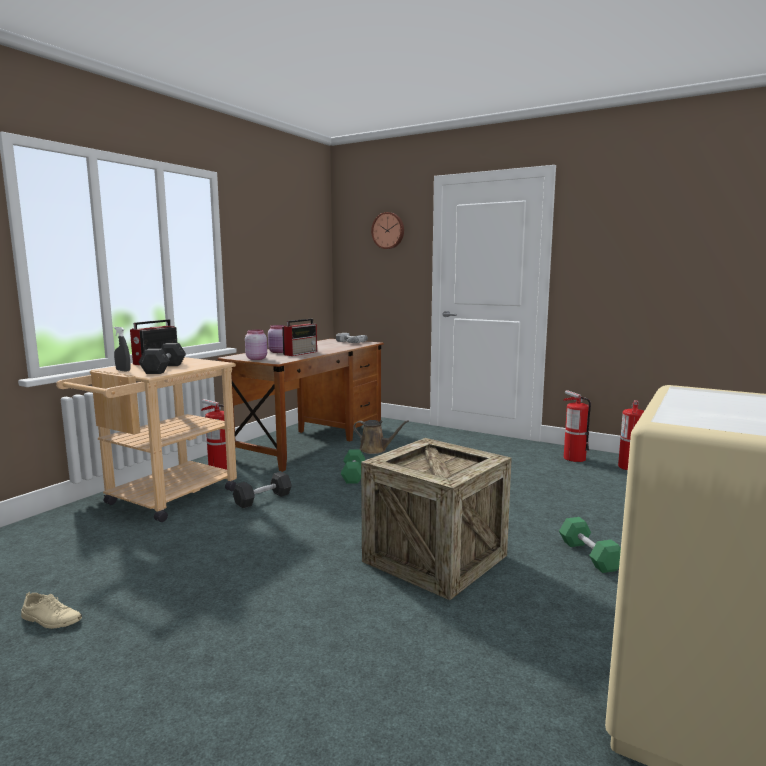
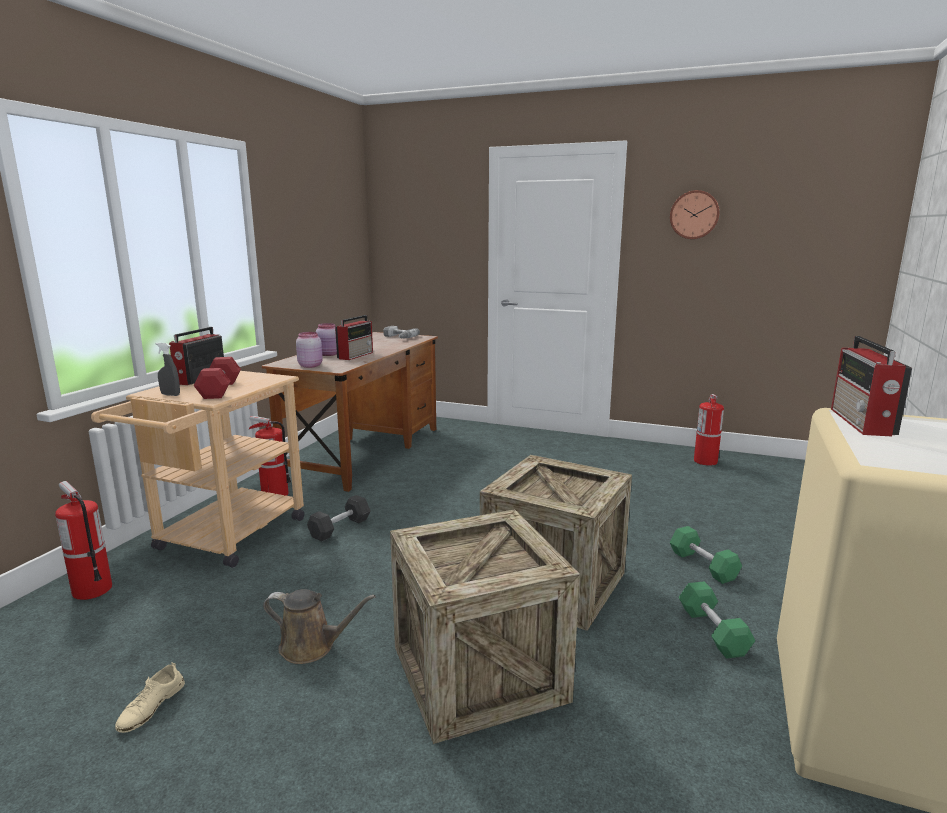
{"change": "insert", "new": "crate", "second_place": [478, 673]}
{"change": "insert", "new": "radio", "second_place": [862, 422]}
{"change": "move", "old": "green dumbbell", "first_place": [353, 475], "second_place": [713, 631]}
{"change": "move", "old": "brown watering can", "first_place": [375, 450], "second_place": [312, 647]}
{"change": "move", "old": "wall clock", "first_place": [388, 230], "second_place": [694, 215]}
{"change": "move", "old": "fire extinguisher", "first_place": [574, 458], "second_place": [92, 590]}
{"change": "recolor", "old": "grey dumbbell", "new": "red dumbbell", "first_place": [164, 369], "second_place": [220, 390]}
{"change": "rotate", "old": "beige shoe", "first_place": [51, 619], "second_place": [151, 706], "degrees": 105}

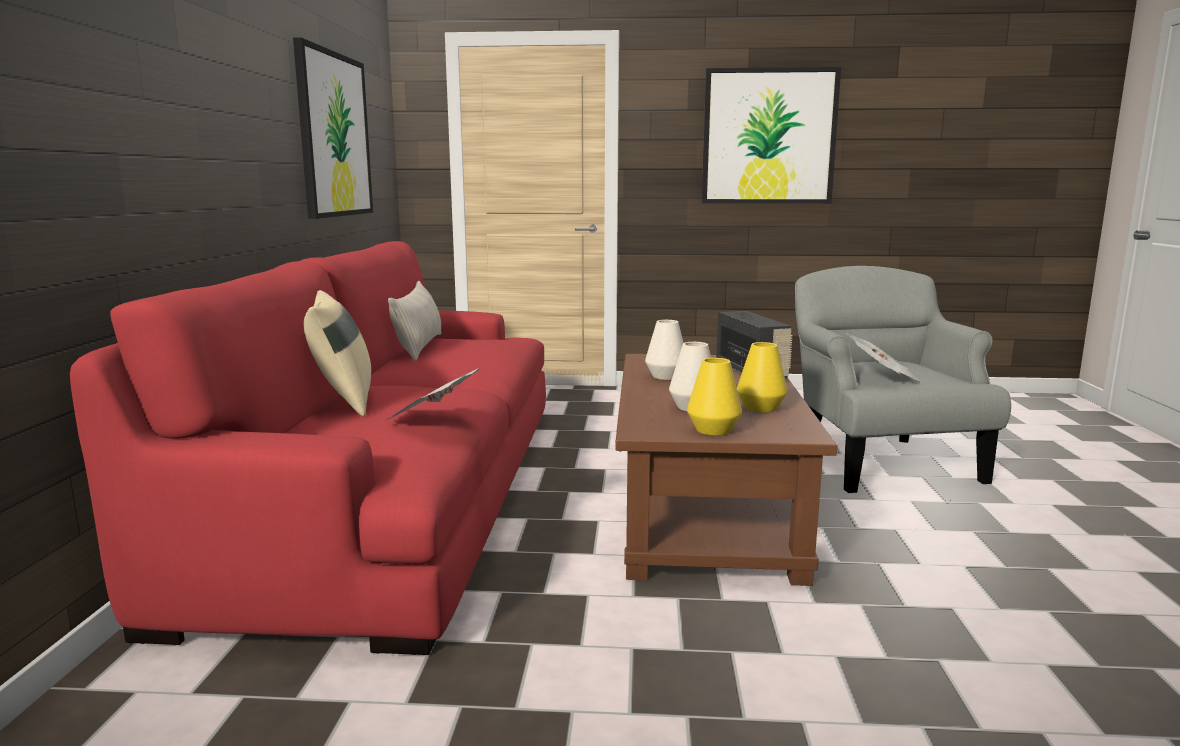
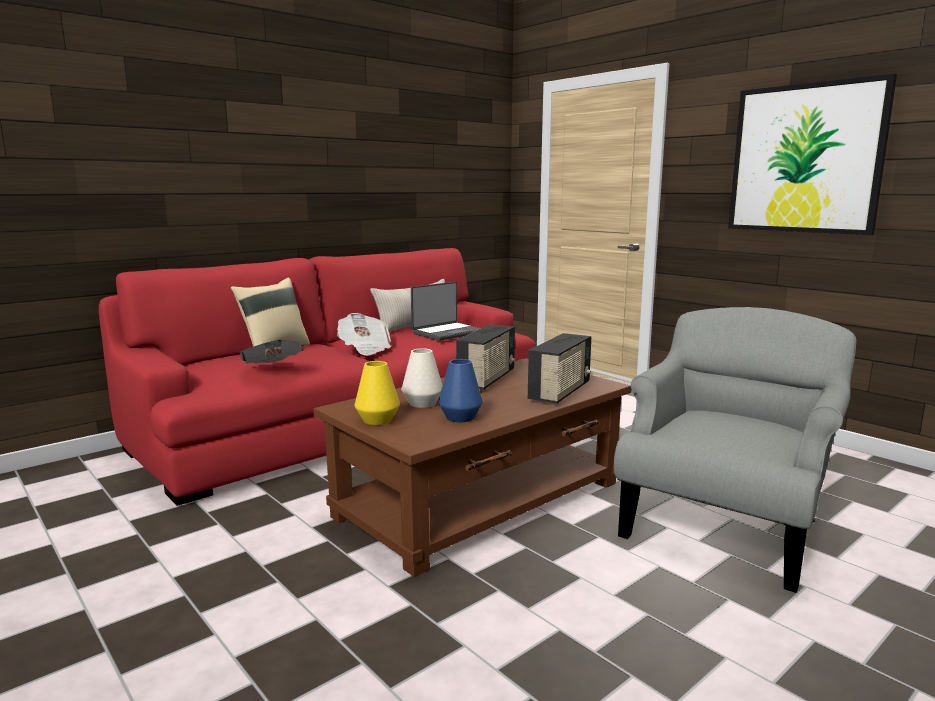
{"change": "delete", "old": "picture", "first_place": [334, 135]}
{"change": "insert", "new": "laptop", "second_place": [447, 332]}
{"change": "move", "old": "newspaper", "first_place": [882, 377], "second_place": [364, 349]}
{"change": "replace", "old": "white vase", "new": "radio", "first_place": [665, 376], "second_place": [487, 379]}
{"change": "recolor", "old": "yellow vase", "new": "blue vase", "first_place": [761, 408], "second_place": [460, 417]}

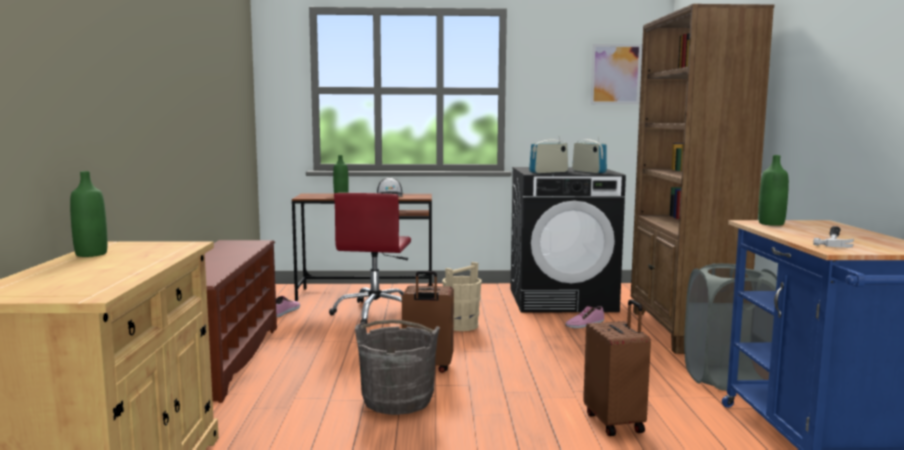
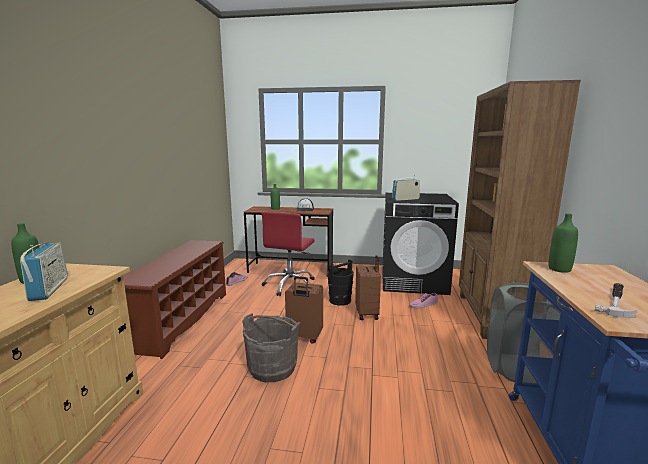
{"change": "delete", "old": "picture", "first_place": [615, 74]}
{"change": "move", "old": "radio", "first_place": [589, 171], "second_place": [49, 289]}
{"change": "move", "old": "brown suitcase", "first_place": [615, 422], "second_place": [367, 314]}
{"change": "recolor", "old": "beige bucket", "new": "black bucket", "first_place": [462, 326], "second_place": [340, 300]}

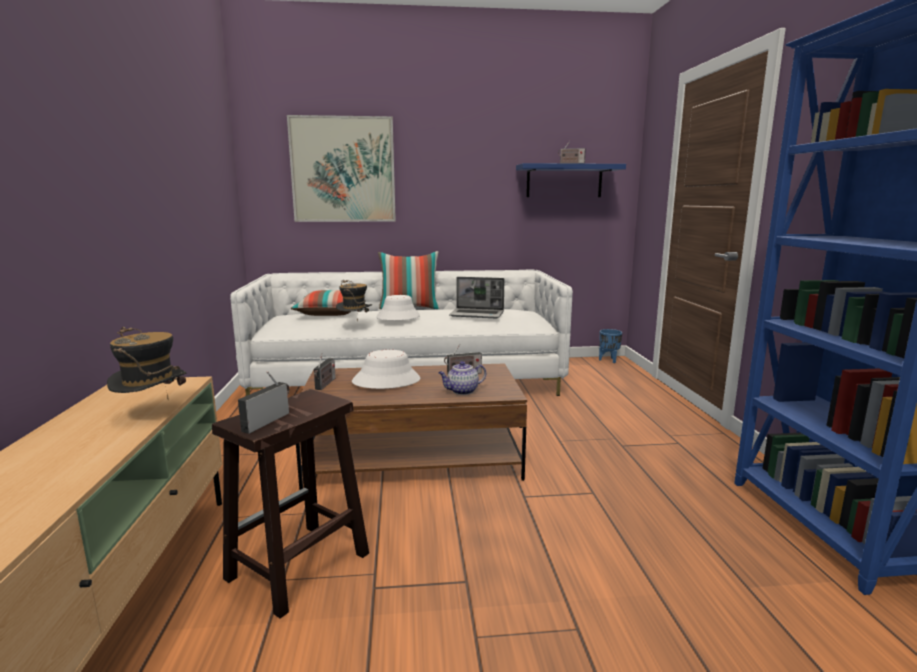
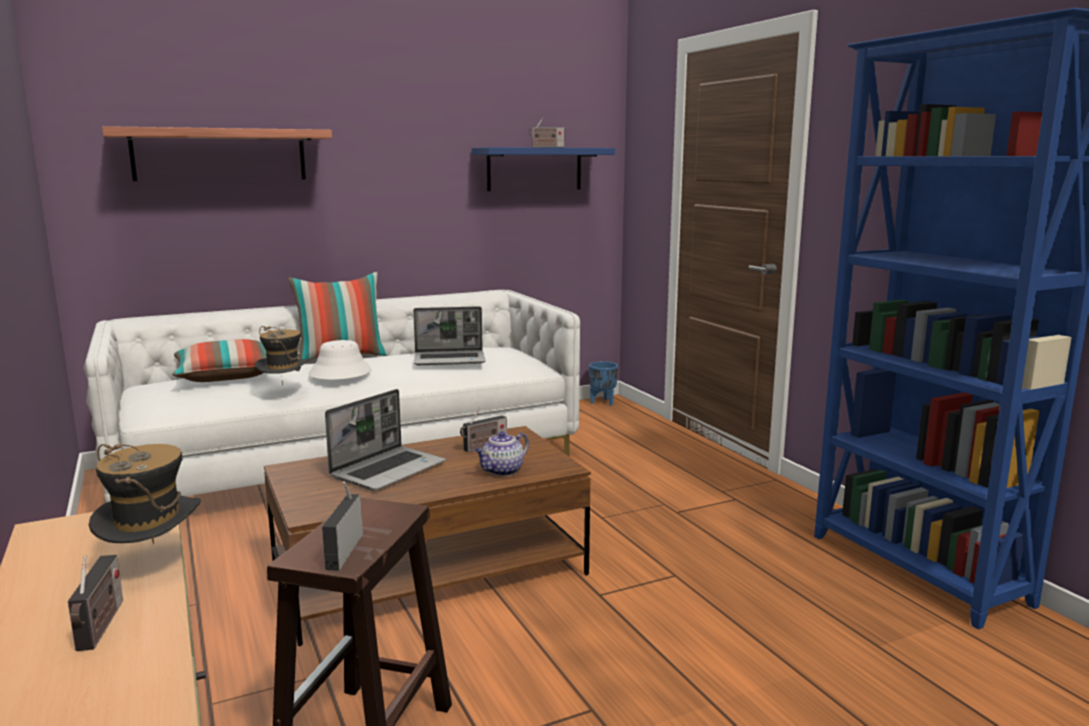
{"change": "move", "old": "radio", "first_place": [325, 384], "second_place": [100, 627]}
{"change": "replace", "old": "picture", "new": "shelf", "first_place": [343, 170], "second_place": [220, 155]}
{"change": "replace", "old": "white hat", "new": "laptop", "first_place": [386, 381], "second_place": [388, 470]}

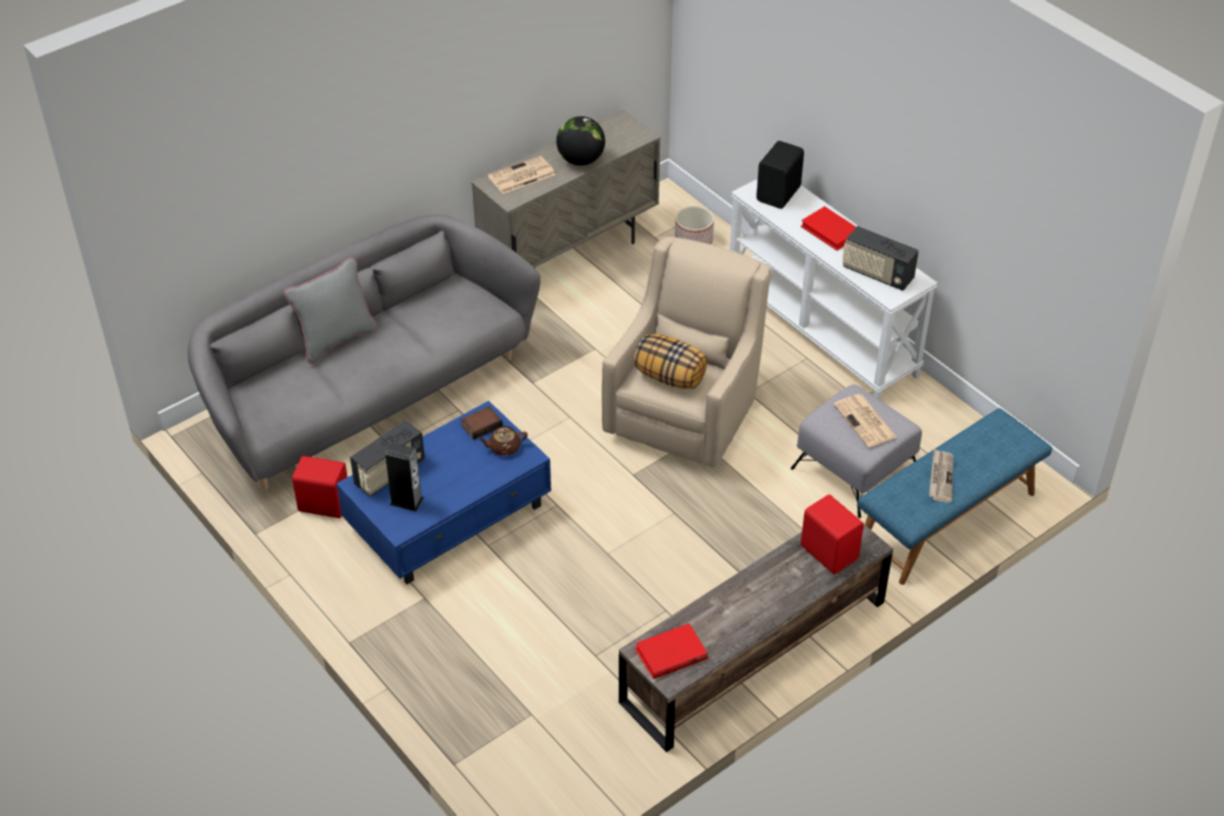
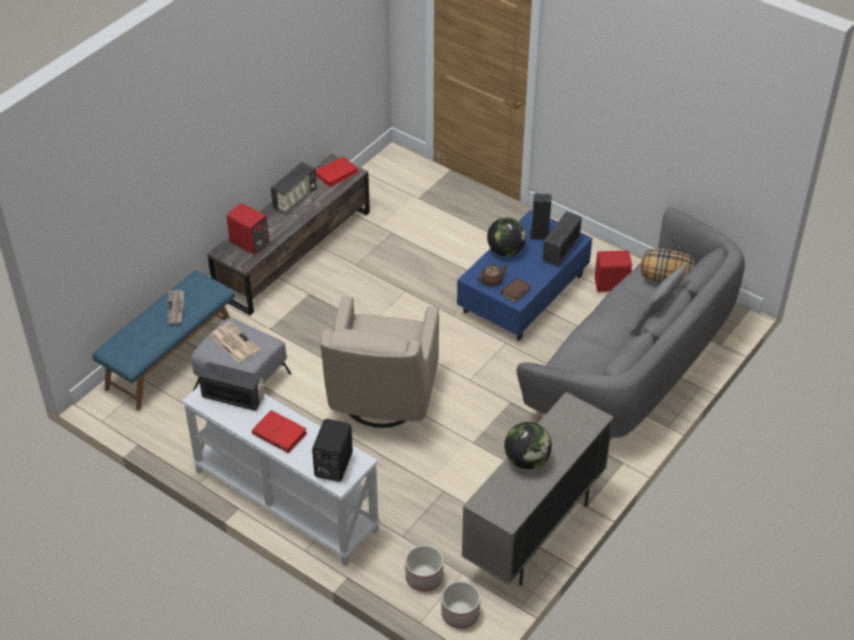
{"change": "delete", "old": "newspaper", "first_place": [521, 176]}
{"change": "insert", "new": "radio", "second_place": [295, 199]}
{"change": "insert", "new": "planter", "second_place": [459, 613]}
{"change": "insert", "new": "globe", "second_place": [505, 251]}
{"change": "move", "old": "pillow", "first_place": [670, 377], "second_place": [665, 279]}

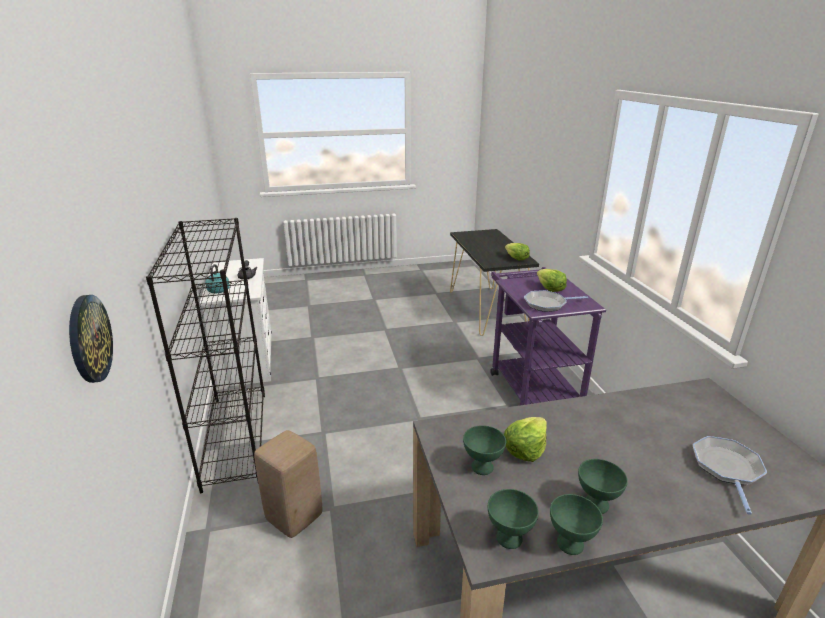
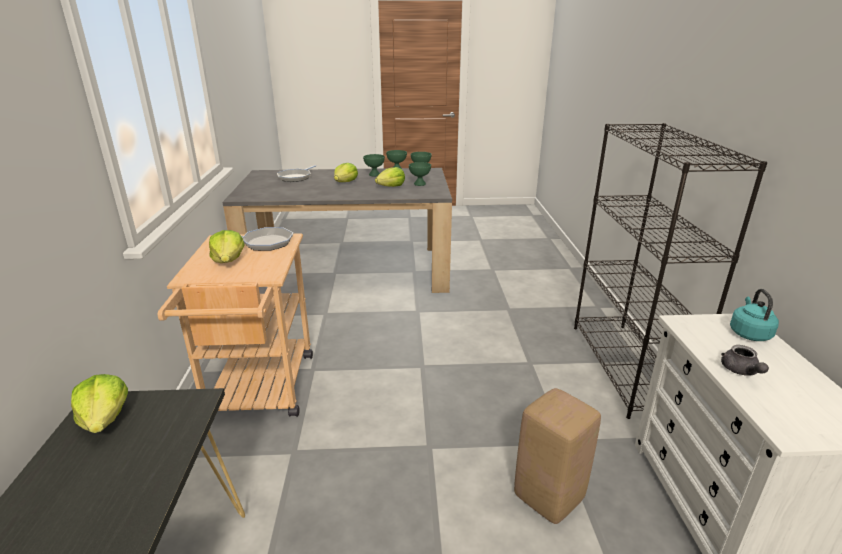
{"change": "delete", "old": "wall clock", "first_place": [89, 338]}
{"change": "insert", "new": "lettuce", "second_place": [345, 182]}
{"change": "move", "old": "beige stool", "first_place": [294, 518], "second_place": [548, 495]}
{"change": "recolor", "old": "purple cart", "new": "beige cart", "first_place": [531, 385], "second_place": [259, 393]}

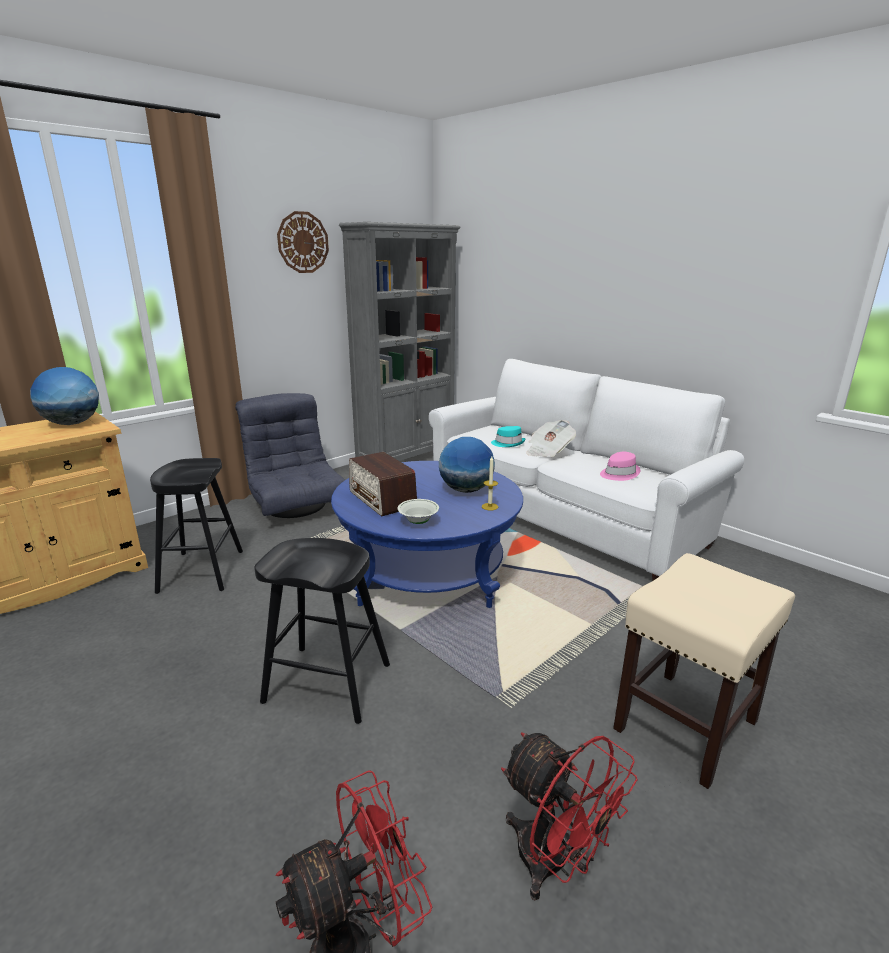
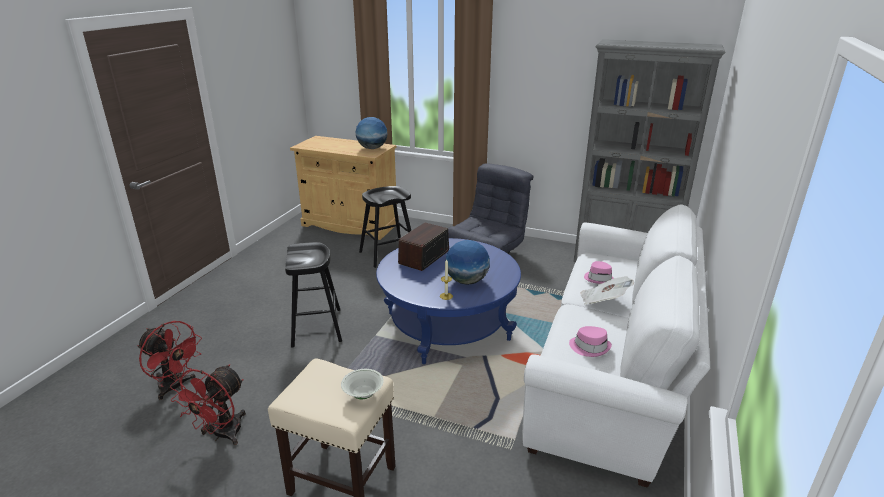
{"change": "delete", "old": "wall clock", "first_place": [303, 242]}
{"change": "move", "old": "white bowl", "first_place": [418, 522], "second_place": [363, 394]}
{"change": "recolor", "old": "turquoise hat", "new": "pink hat", "first_place": [508, 443], "second_place": [599, 278]}

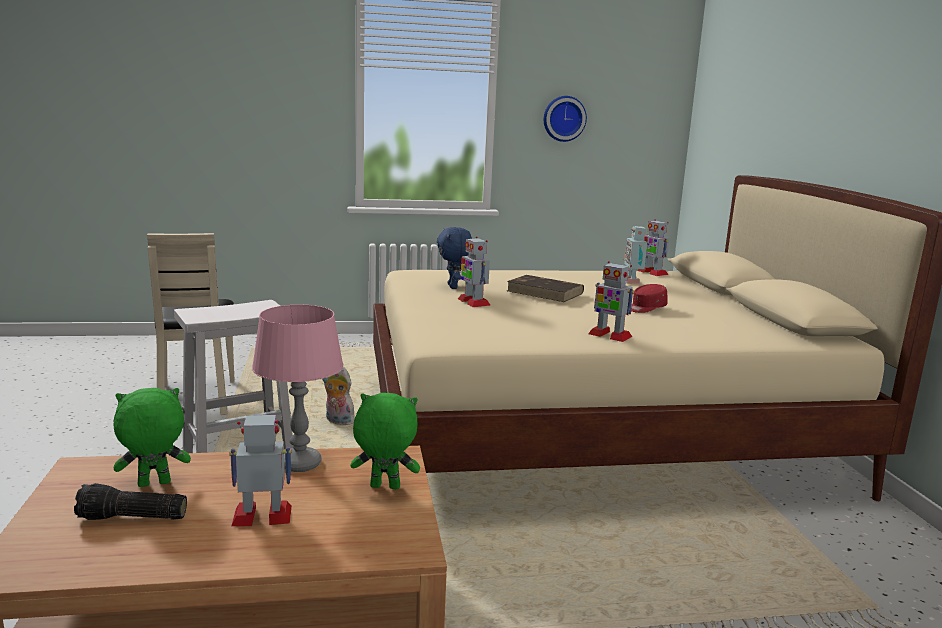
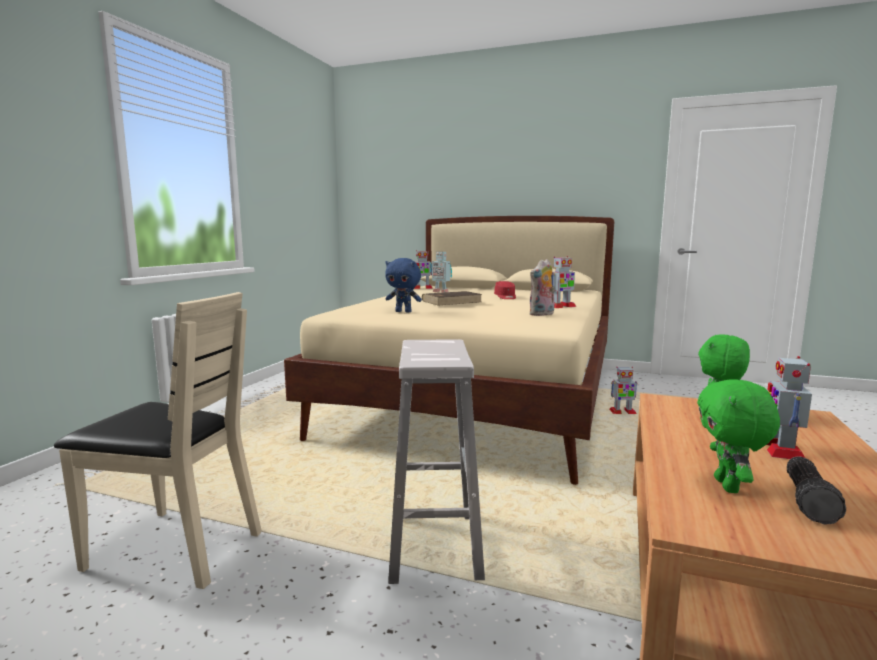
{"change": "delete", "old": "pink table lamp", "first_place": [299, 464]}
{"change": "delete", "old": "wall clock", "first_place": [563, 118]}
{"change": "move", "old": "plush toy", "first_place": [338, 422], "second_place": [542, 314]}
{"change": "move", "old": "toy robot", "first_place": [473, 302], "second_place": [622, 412]}

